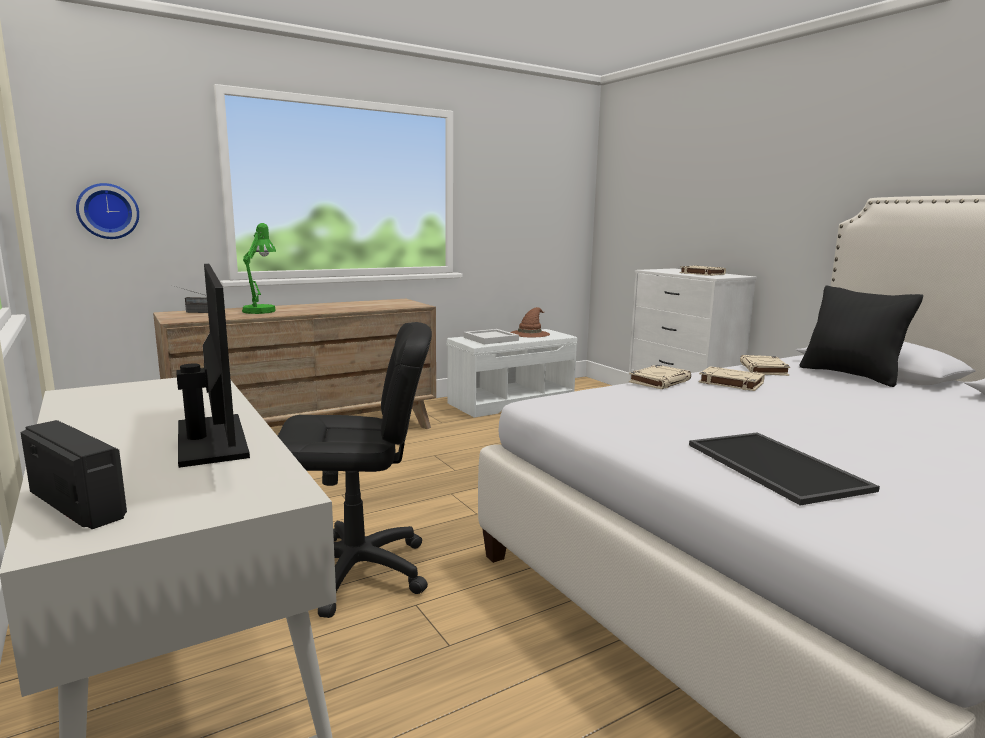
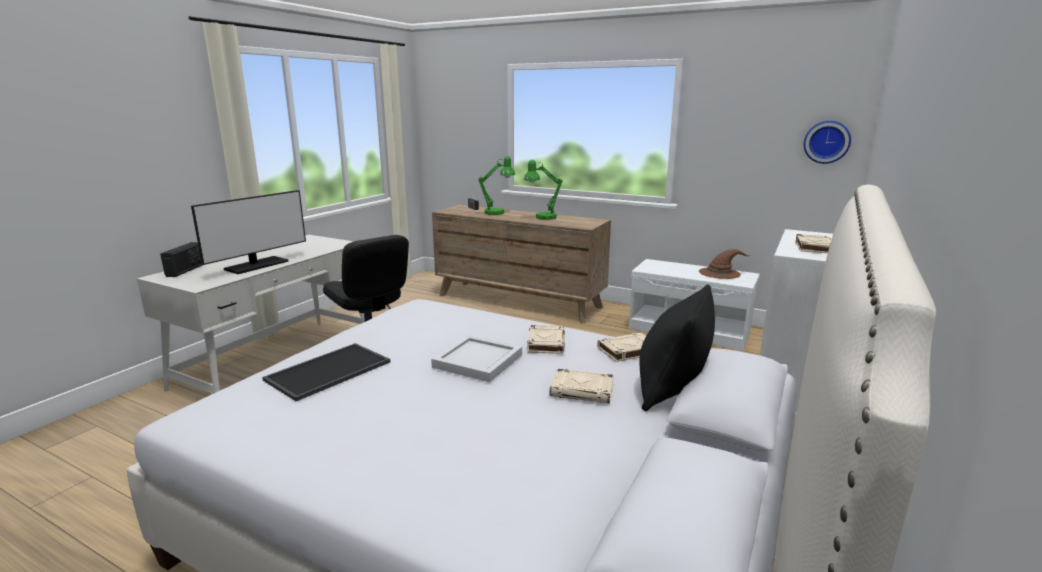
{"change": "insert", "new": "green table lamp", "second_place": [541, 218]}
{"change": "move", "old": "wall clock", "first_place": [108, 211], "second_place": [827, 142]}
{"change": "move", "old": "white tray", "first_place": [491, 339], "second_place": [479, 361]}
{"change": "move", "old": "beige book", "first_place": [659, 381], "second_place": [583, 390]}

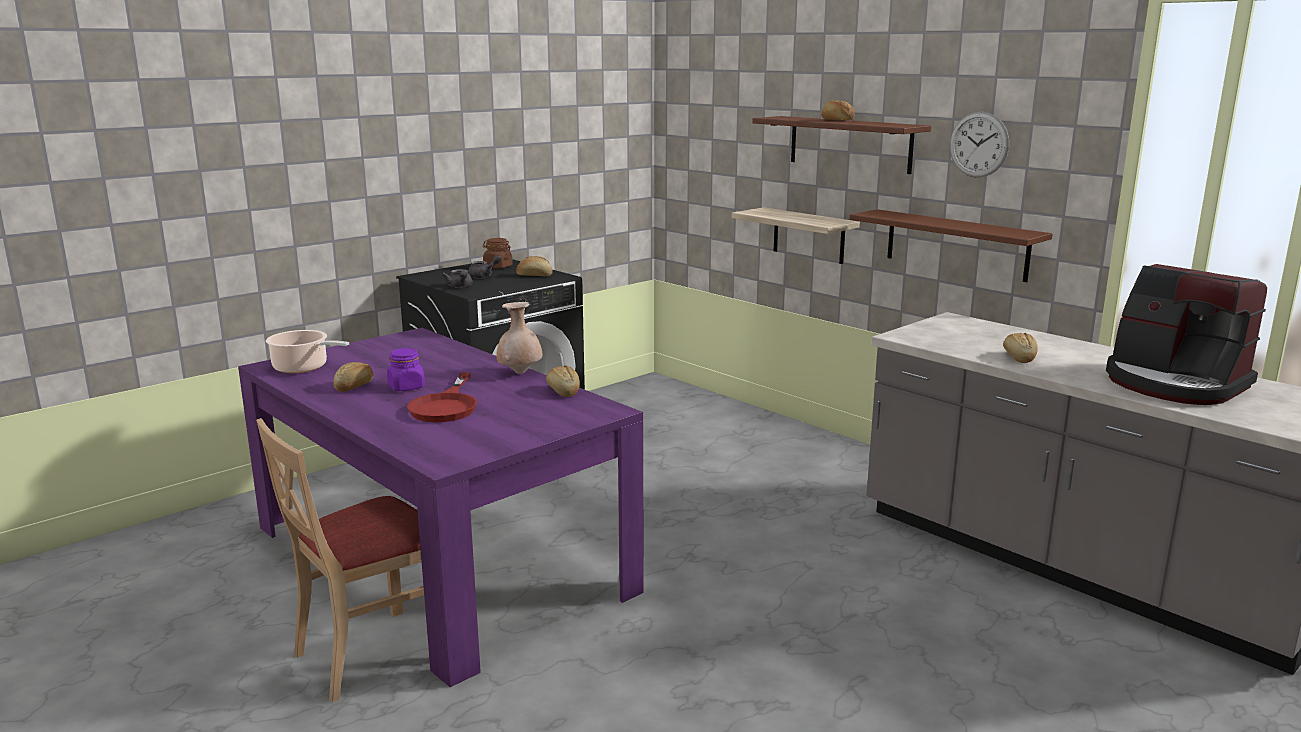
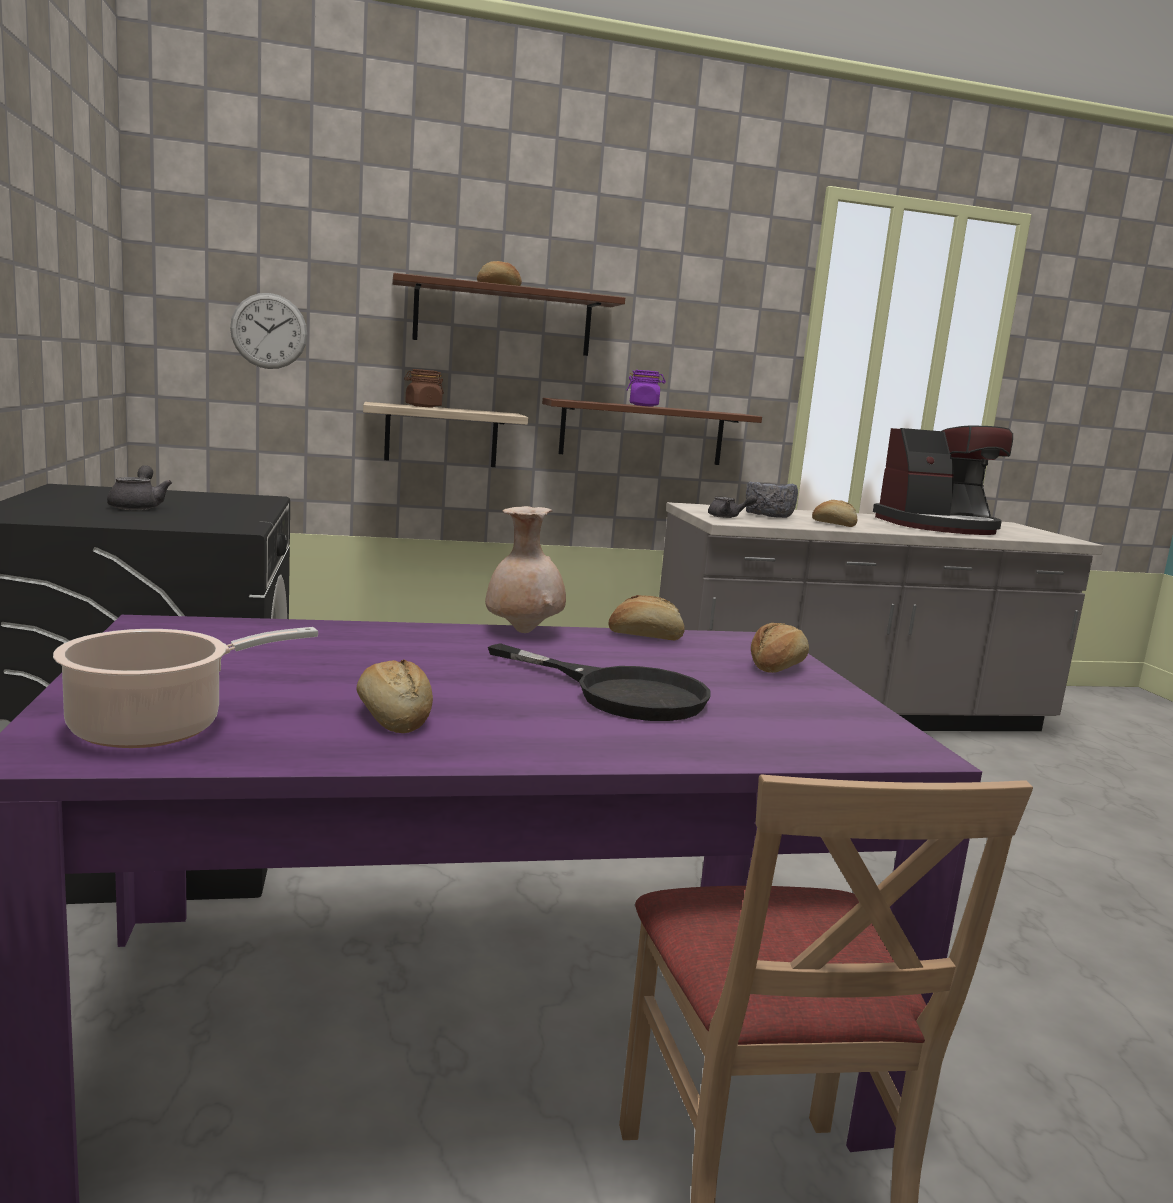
{"change": "insert", "new": "grey bowl", "second_place": [768, 516]}
{"change": "move", "old": "purple jar", "first_place": [406, 387], "second_place": [644, 405]}
{"change": "move", "old": "grey teapot", "first_place": [460, 287], "second_place": [728, 517]}
{"change": "move", "old": "brown jar", "first_place": [497, 267], "second_place": [423, 406]}
{"change": "move", "old": "bread", "first_place": [534, 275], "second_place": [776, 667]}
{"change": "move", "old": "wall clock", "first_place": [979, 144], "second_place": [269, 331]}
{"change": "recolor", "old": "red frying pan", "new": "black frying pan", "first_place": [446, 406], "second_place": [620, 693]}

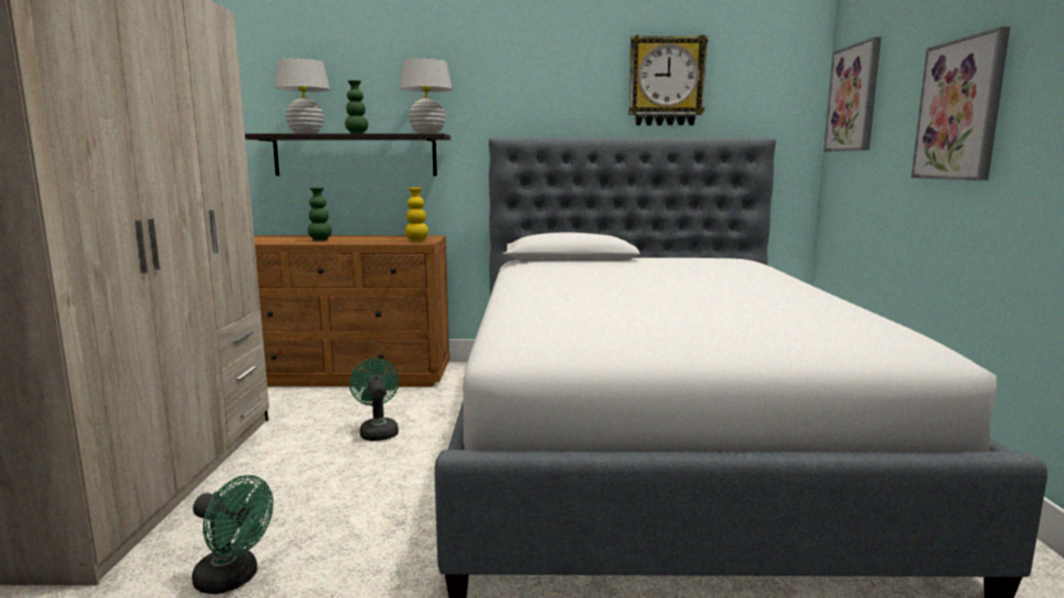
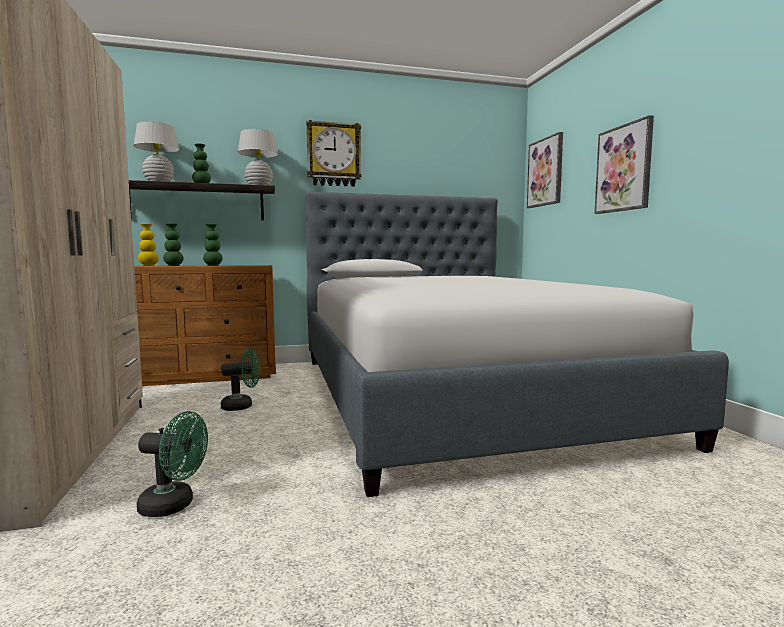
{"change": "insert", "new": "green vase", "second_place": [213, 265]}
{"change": "move", "old": "yellow vase", "first_place": [417, 241], "second_place": [148, 265]}
{"change": "move", "old": "wall clock", "first_place": [666, 81], "second_place": [333, 155]}
{"change": "rotate", "old": "green fan", "first_place": [378, 431], "second_place": [242, 406], "degrees": 105}

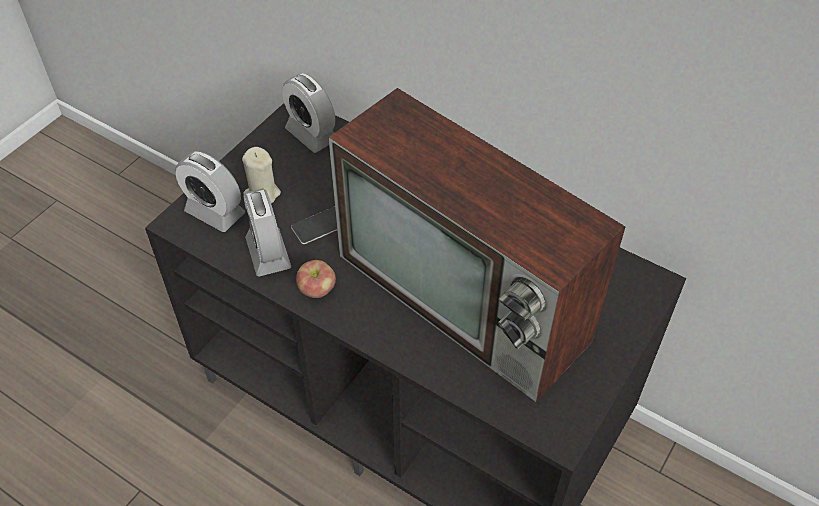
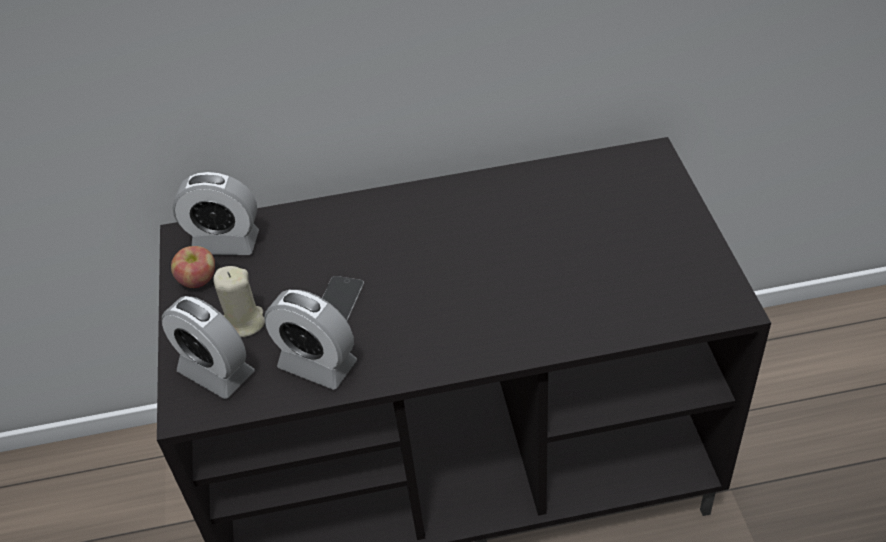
{"change": "delete", "old": "television", "first_place": [467, 299]}
{"change": "move", "old": "apple", "first_place": [317, 290], "second_place": [198, 280]}
{"change": "rotate", "old": "alarm clock", "first_place": [215, 212], "second_place": [216, 372], "degrees": 45}

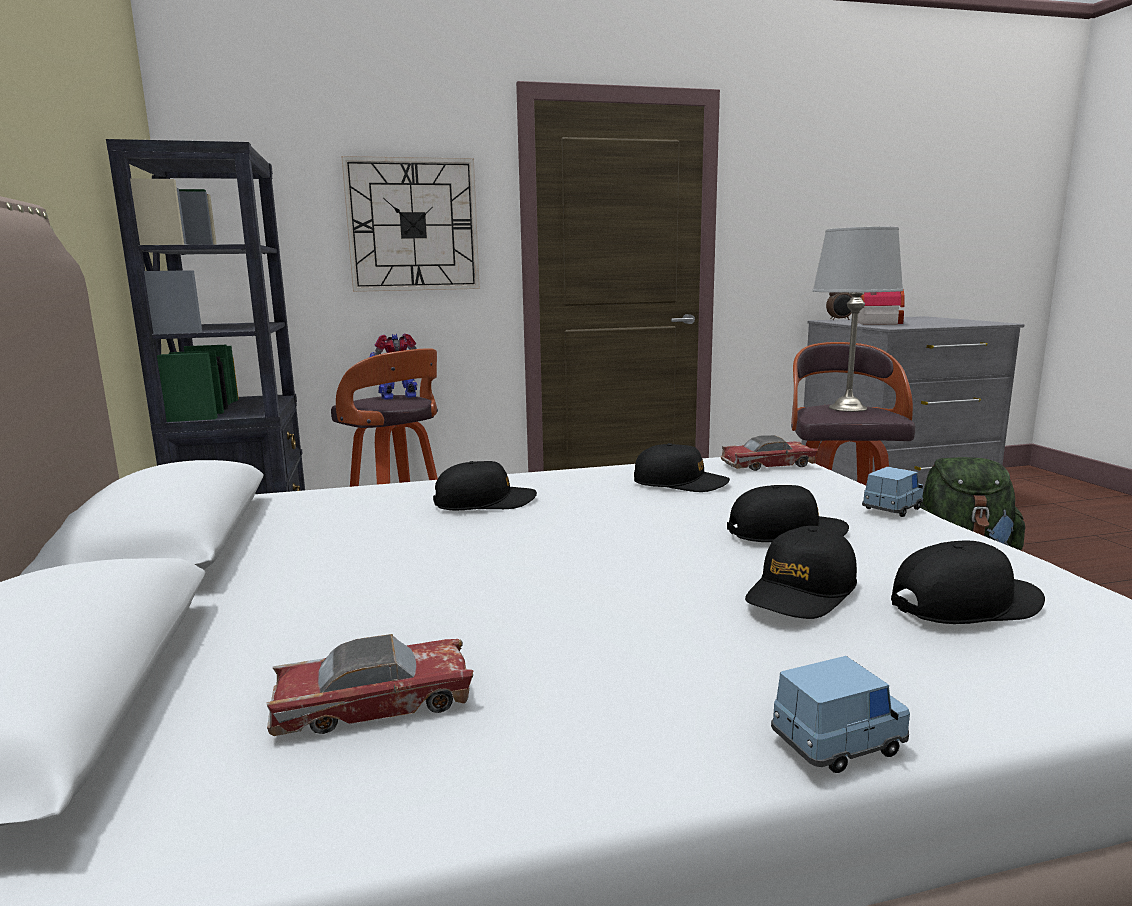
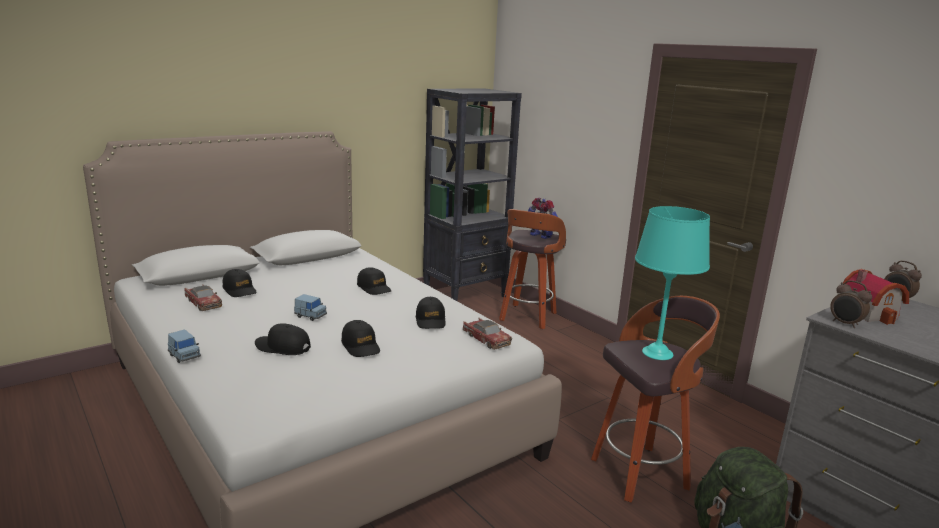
{"change": "delete", "old": "wall clock", "first_place": [413, 225]}
{"change": "insert", "new": "alarm clock", "second_place": [845, 324]}
{"change": "move", "old": "blue toy car", "first_place": [892, 509], "second_place": [310, 316]}
{"change": "move", "old": "black cap", "first_place": [965, 604], "second_place": [239, 290]}
{"change": "recolor", "old": "grey table lamp", "new": "turquoise table lamp", "first_place": [848, 408], "second_place": [658, 353]}

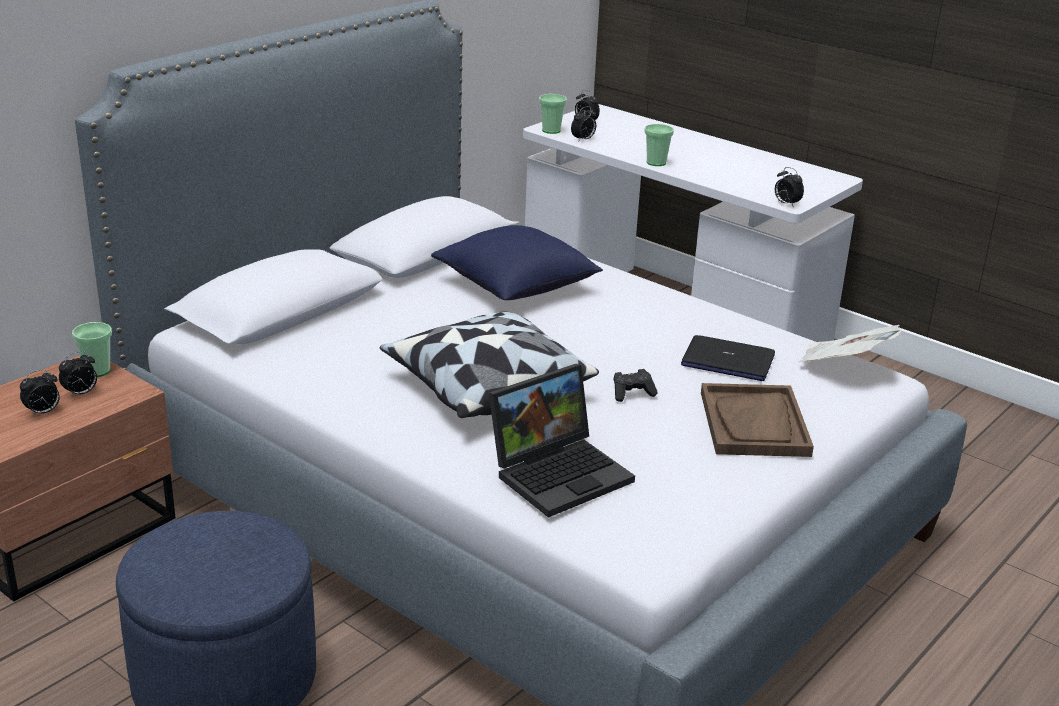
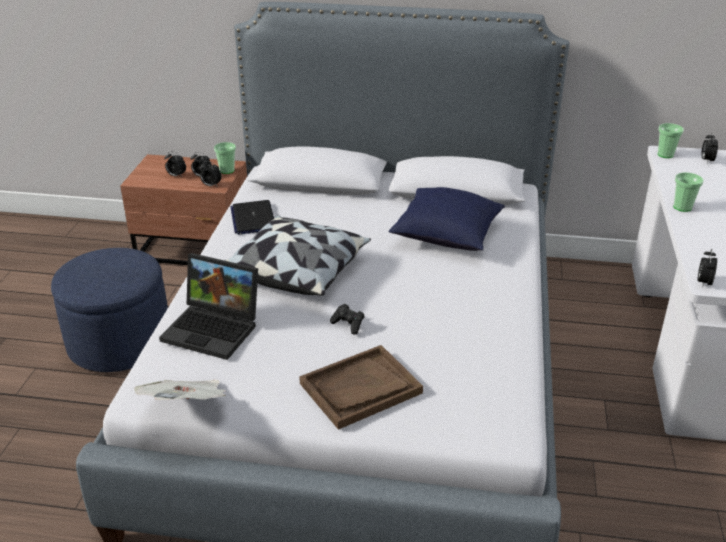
{"change": "move", "old": "alarm clock", "first_place": [583, 140], "second_place": [211, 185]}
{"change": "move", "old": "laptop", "first_place": [727, 361], "second_place": [253, 218]}
{"change": "move", "old": "newspaper", "first_place": [843, 366], "second_place": [187, 407]}

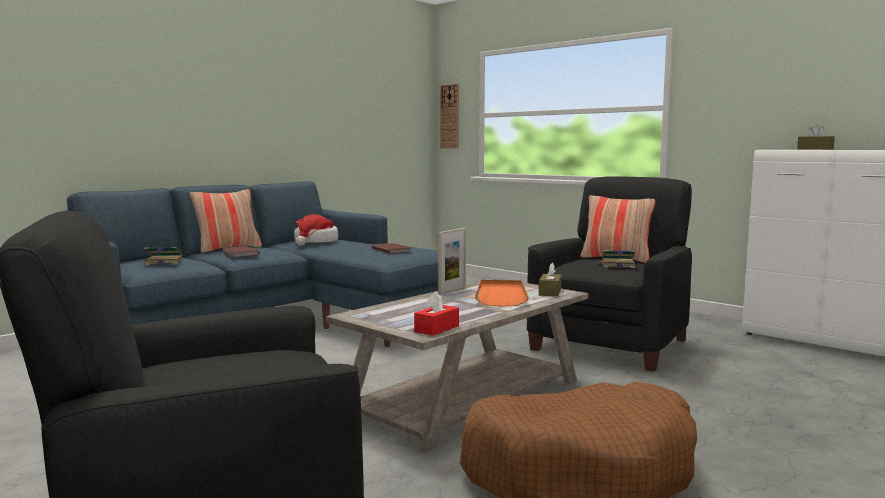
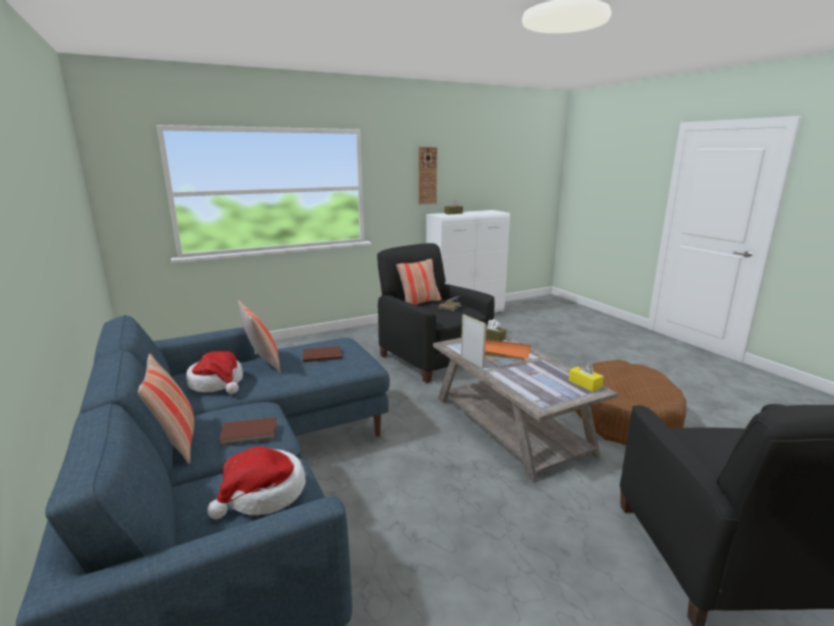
{"change": "insert", "new": "pillow", "second_place": [263, 363]}
{"change": "move", "old": "wall clock", "first_place": [450, 116], "second_place": [427, 175]}
{"change": "replace", "old": "book", "new": "hat", "first_place": [163, 262], "second_place": [263, 494]}
{"change": "recolor", "old": "red tissue box", "new": "yellow tissue box", "first_place": [436, 329], "second_place": [585, 384]}

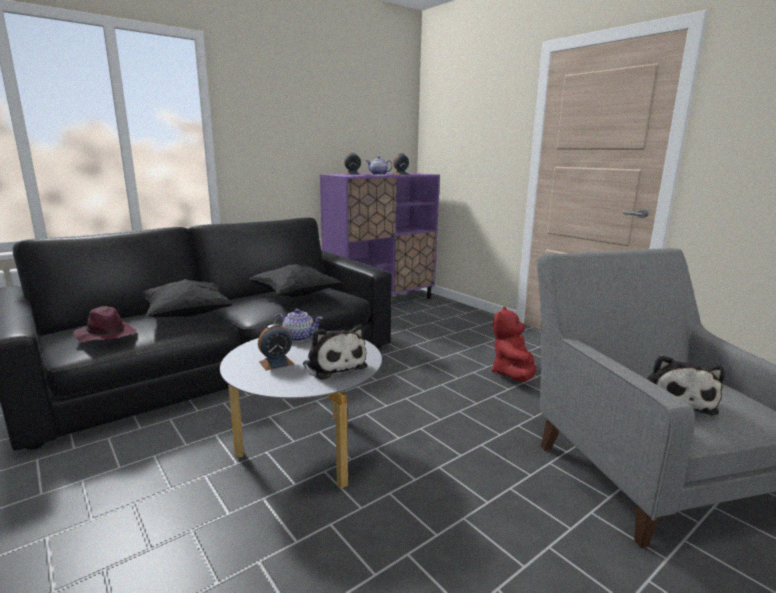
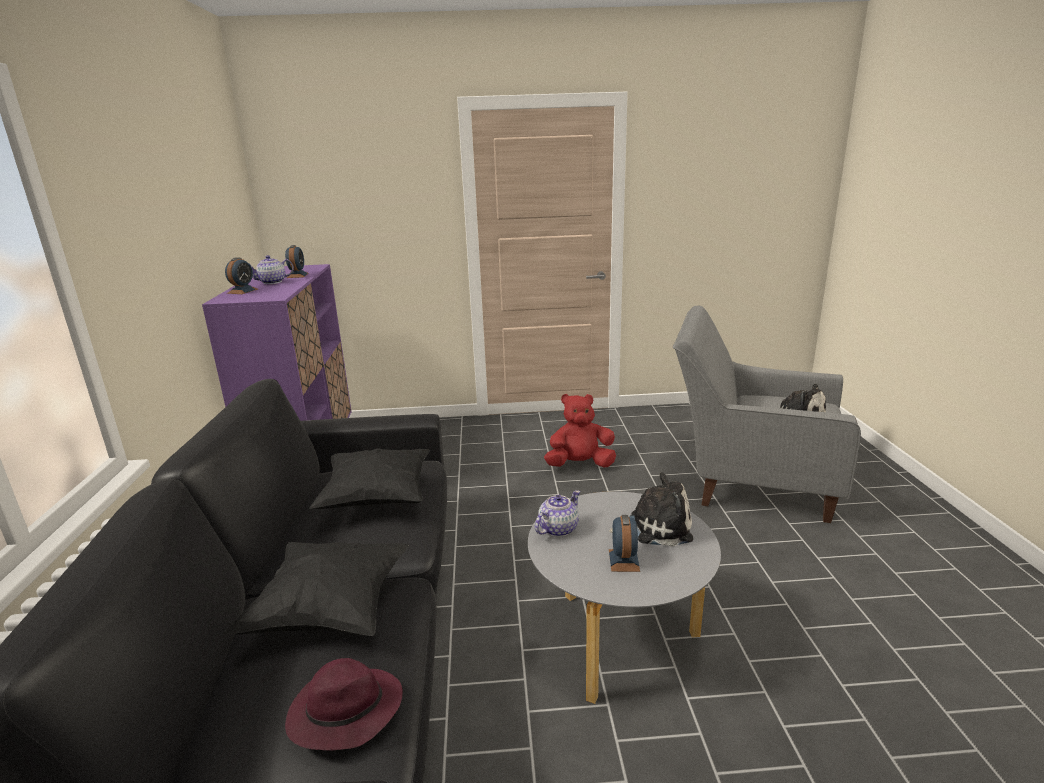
{"change": "rotate", "old": "red plush toy", "first_place": [513, 374], "second_place": [580, 464], "degrees": 120}

